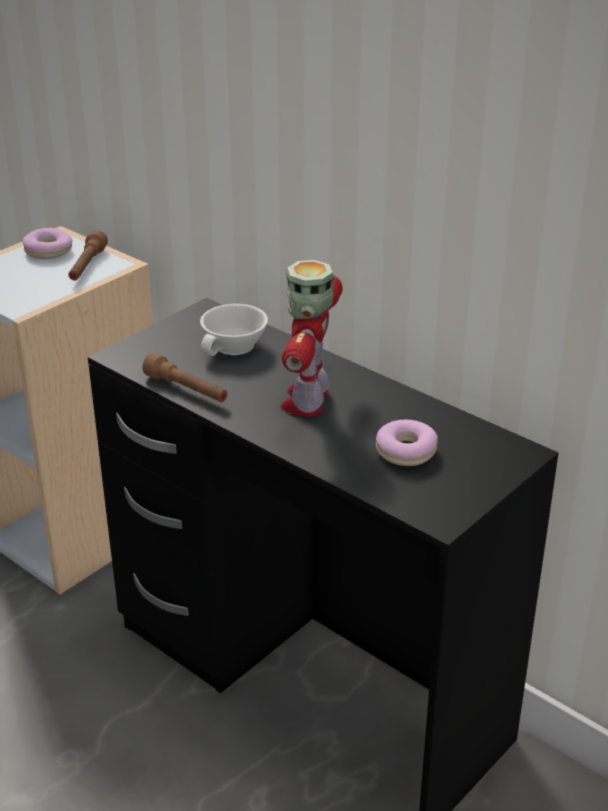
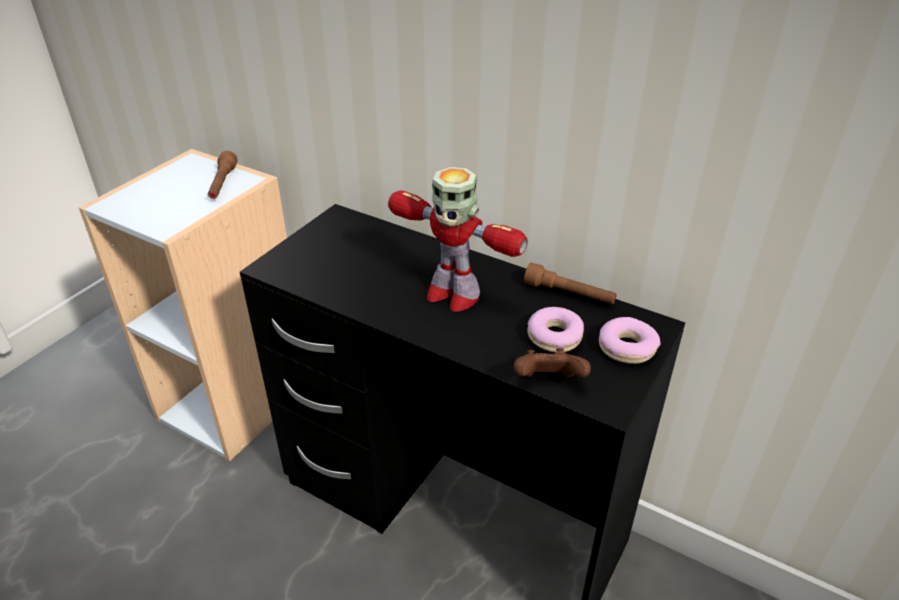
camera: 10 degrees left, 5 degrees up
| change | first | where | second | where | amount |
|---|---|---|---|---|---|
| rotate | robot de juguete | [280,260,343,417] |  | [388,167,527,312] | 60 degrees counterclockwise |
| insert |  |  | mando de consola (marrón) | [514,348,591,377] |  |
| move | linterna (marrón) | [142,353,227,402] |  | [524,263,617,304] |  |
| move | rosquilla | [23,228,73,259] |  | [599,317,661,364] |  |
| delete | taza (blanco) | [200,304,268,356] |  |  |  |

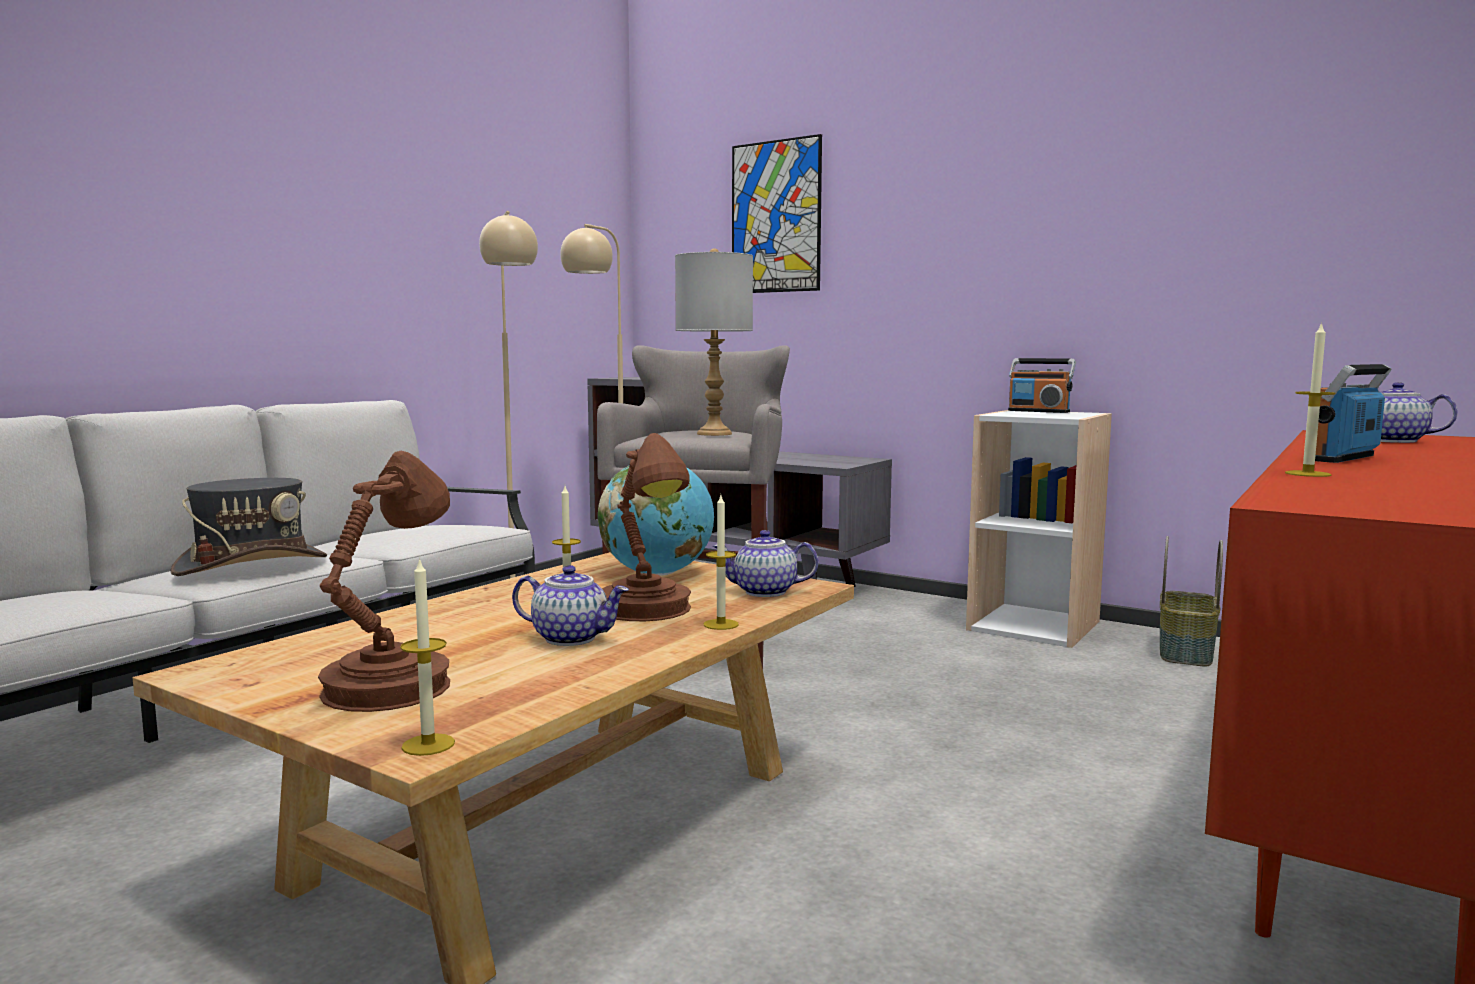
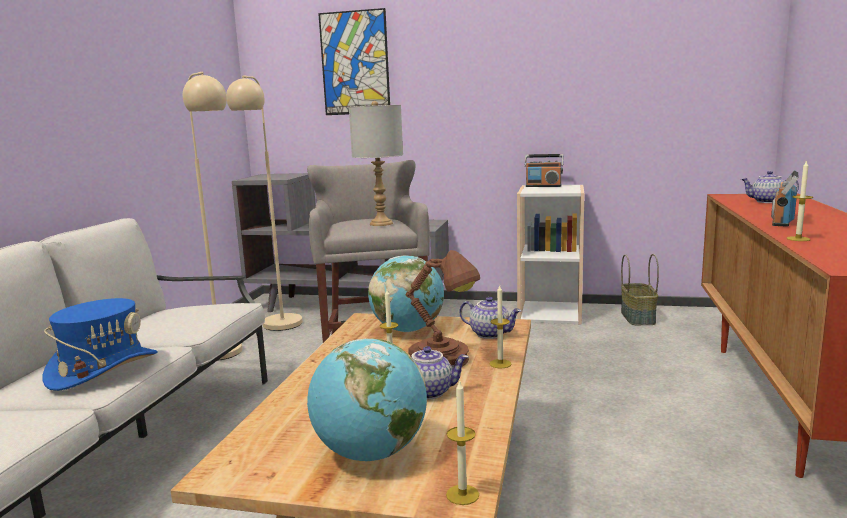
camera: 20 degrees left, 5 degrees up
| change | first | where | second | where | amount |
|---|---|---|---|---|---|
| recolor | sombrero (gris) | [170,478,327,576] | sombrero (azul) | [42,298,157,391] |  |
| replace | lámpara de mesa (marrón) | [318,451,450,712] | globo terráqueo | [307,338,427,461] |  |
| rotate | tetera | [713,530,819,597] |  | [459,297,521,339] | 135 degrees counterclockwise |

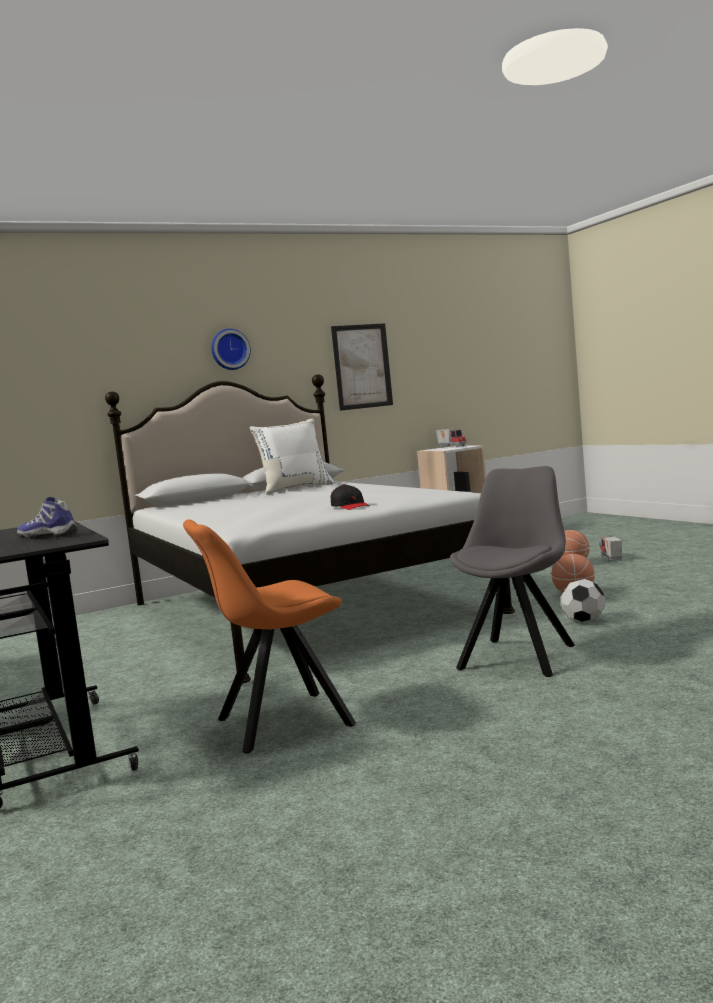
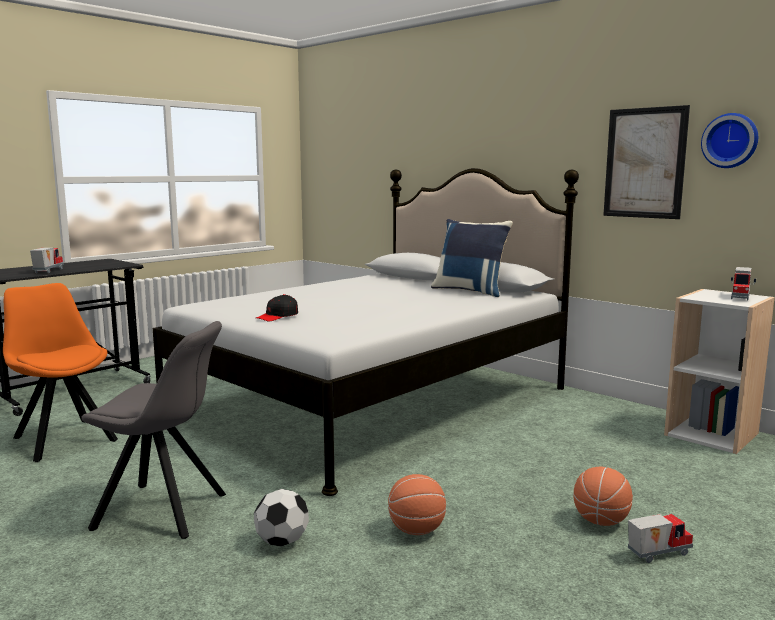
camera: 70 degrees right, 5 degrees up
| change | first | where | second | where | amount |
|---|---|---|---|---|---|
| replace | zapato | [17,497,78,539] | camión de juguete | [30,248,64,273] |  |
| recolor | cojín (blanco) | [250,419,334,495] | cojín (azul) | [431,219,513,297] |  |
| move | reloj de pared | [211,329,251,370] |  | [701,113,758,168] |  |

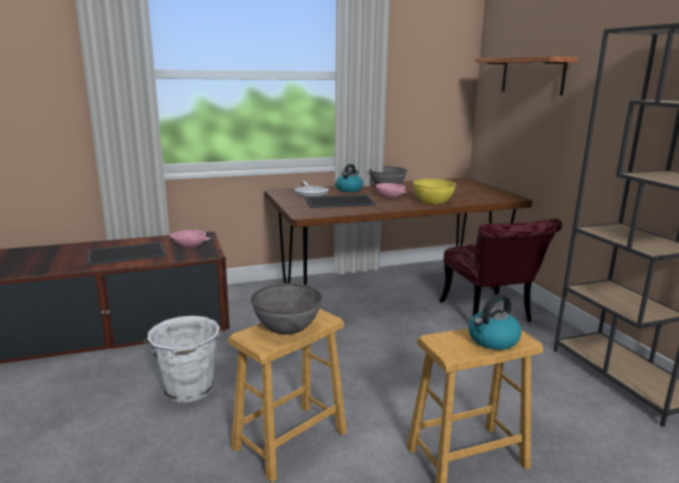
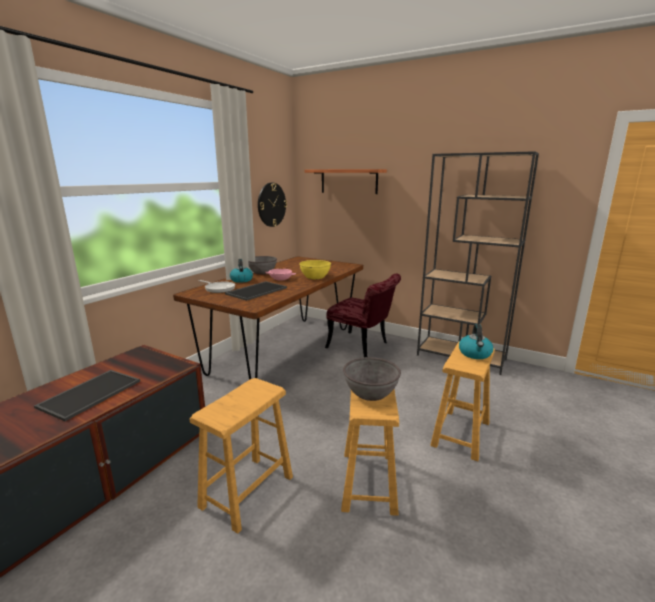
camera: 40 degrees left, 0 degrees up
| change | first | where | second | where | amount |
|---|---|---|---|---|---|
| replace | cubo (blanco) | [143,316,223,403] | taburete (marrón) | [190,378,293,534] |  |
| insert |  |  | reloj de pared | [258,183,287,227] |  |
| delete | cuenco (rosa) | [168,230,211,248] |  |  |  |

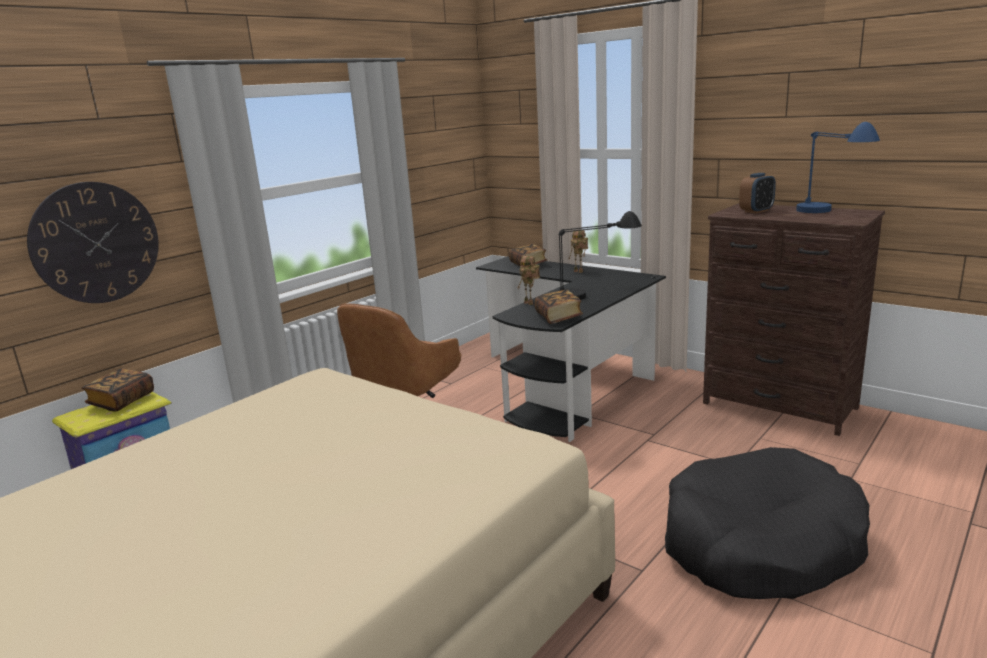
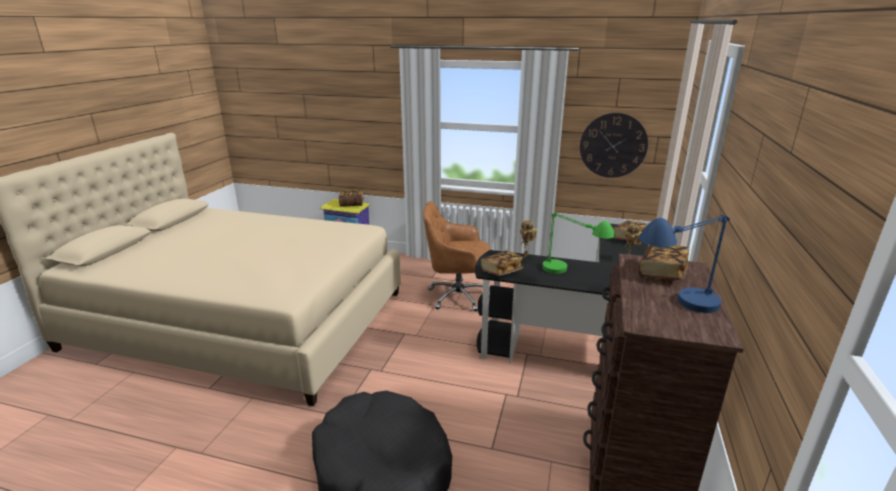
camera: 65 degrees right, 5 degrees up
| change | first | where | second | where | amount |
|---|---|---|---|---|---|
| recolor | lámpara de mesa (negro) | [558,211,642,300] | lámpara de mesa (verde) | [542,213,615,274] |  |
| move | reloj de pared | [27,182,159,303] |  | [580,113,648,178] |  |
| replace | despertador | [739,173,776,214] | libro | [638,245,689,280] |  |

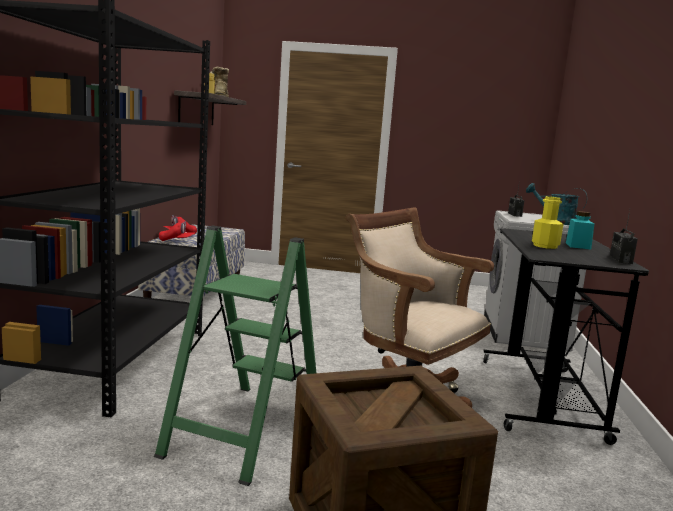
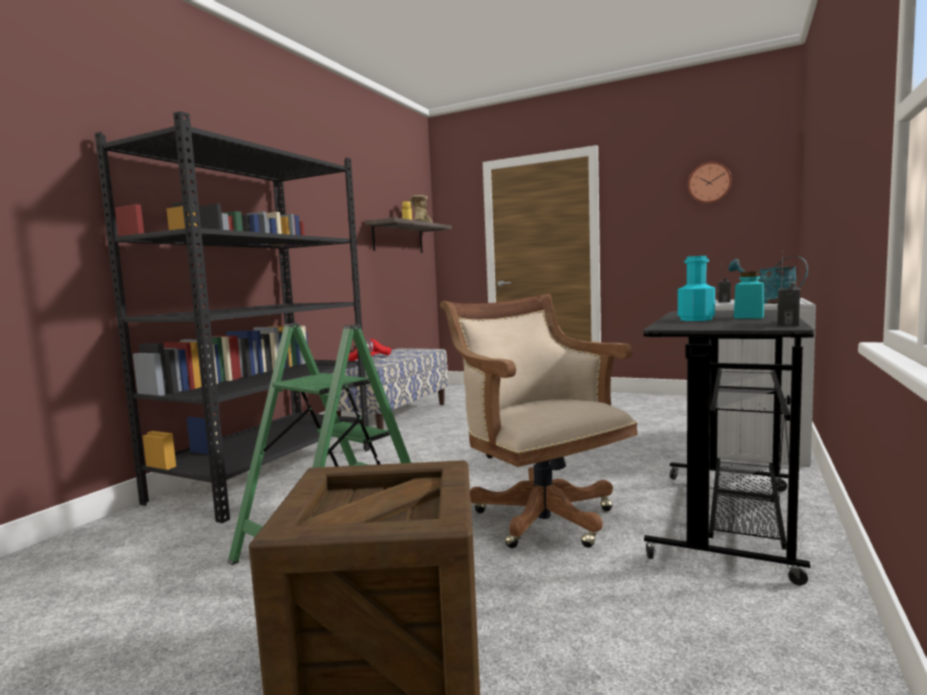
camera: 20 degrees right, 5 degrees down
| change | first | where | second | where | amount |
|---|---|---|---|---|---|
| recolor | botella (amarillo) | [532,196,563,249] | botella (turquesa) | [678,256,715,321] |  |
| insert |  |  | reloj de pared | [688,162,732,204] |  |

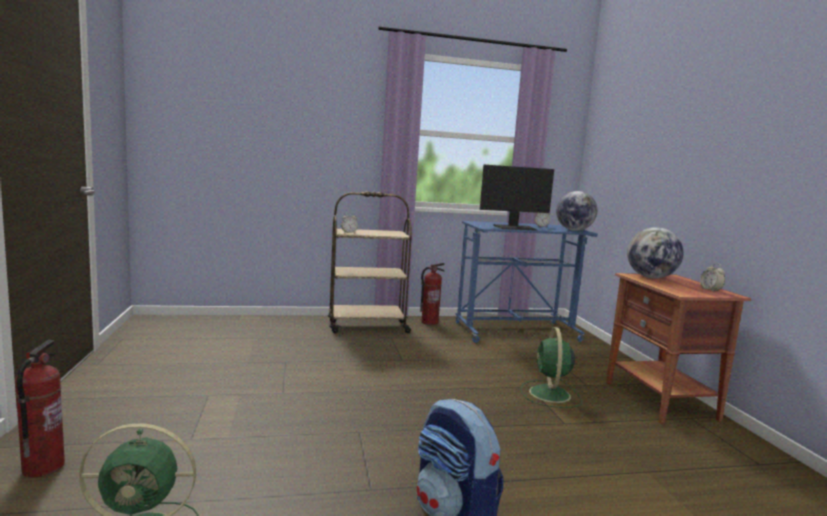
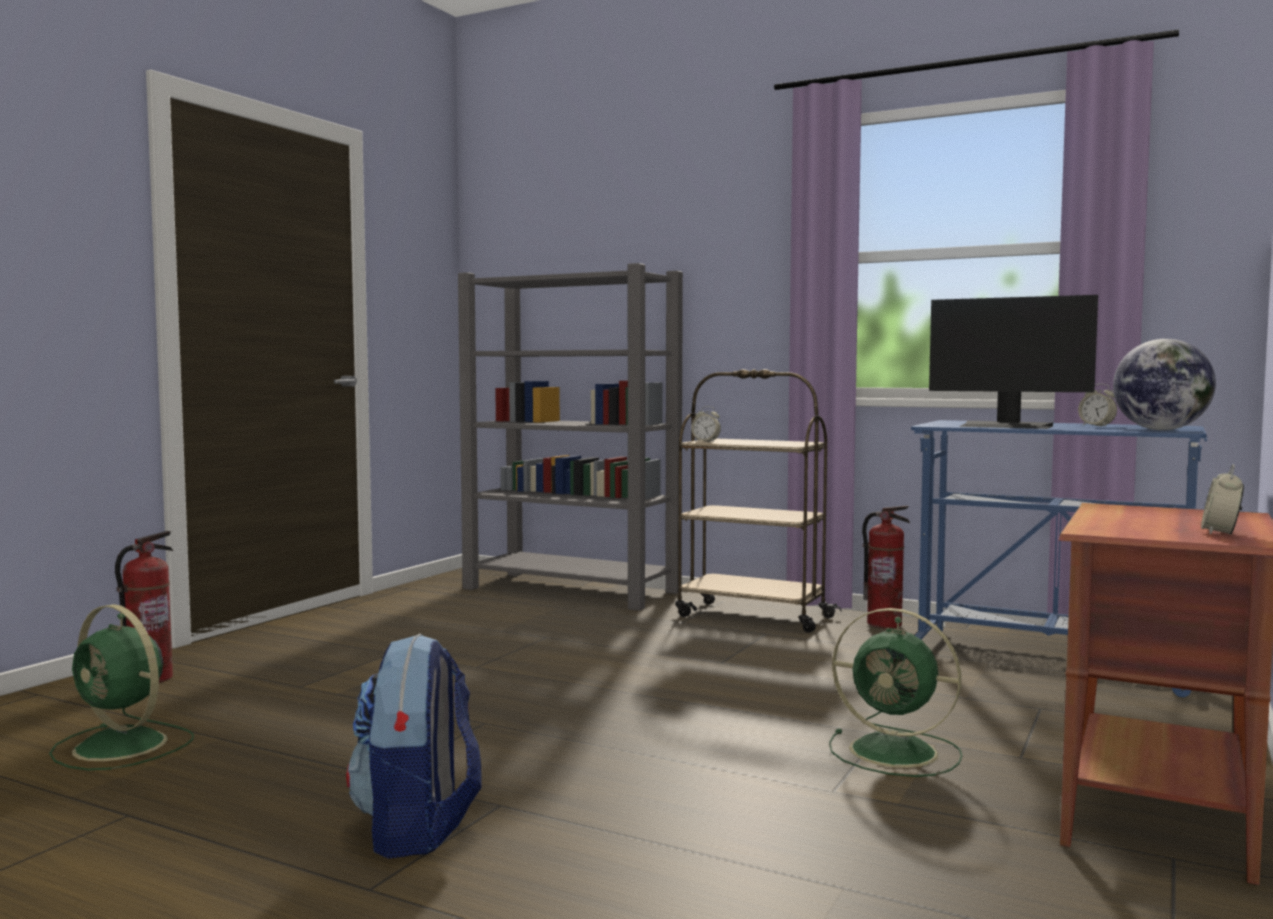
camera: 40 degrees right, 5 degrees down
| change | first | where | second | where | amount |
|---|---|---|---|---|---|
| insert |  |  | estantería (gris) | [458,263,683,611] |  |
| rotate | ventilador (verde) | [521,327,582,408] |  | [829,608,962,777] | 105 degrees counterclockwise |
| delete | globo terráqueo | [627,227,684,279] |  |  |  |

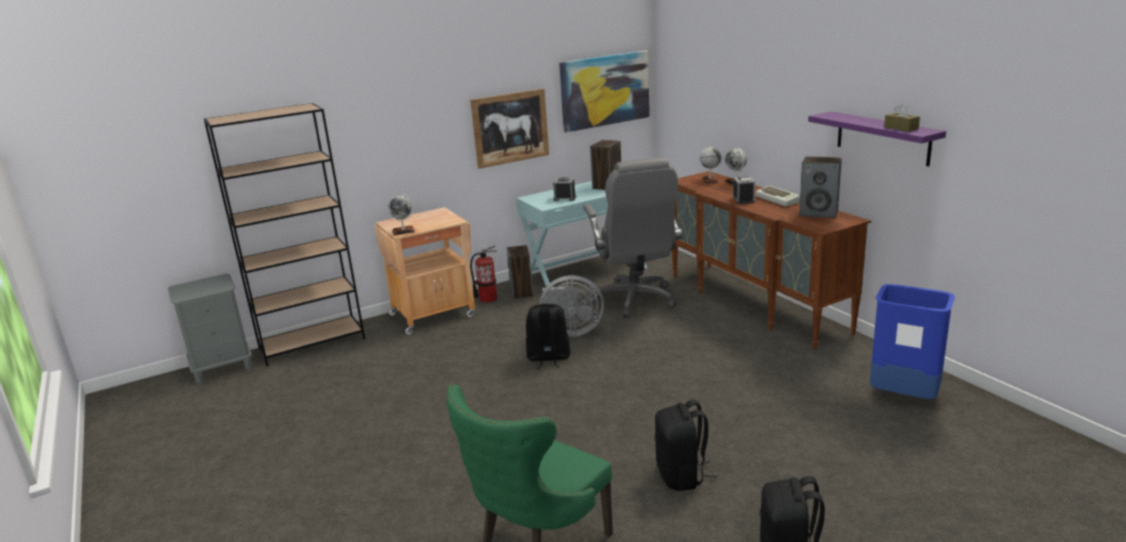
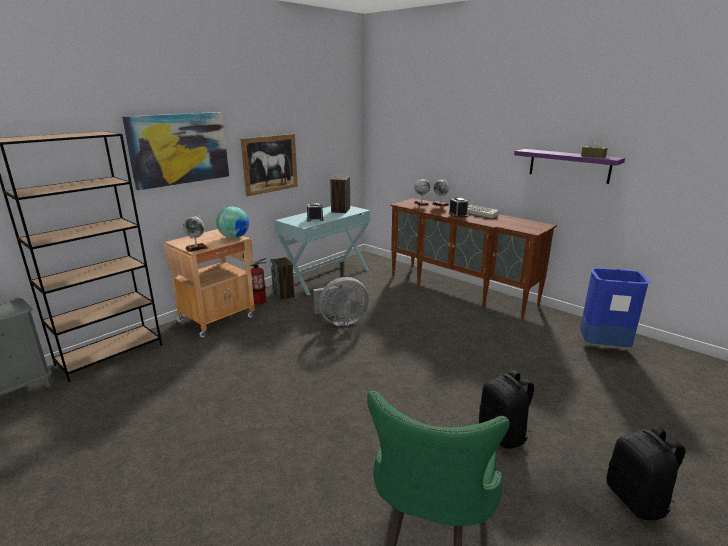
camera: 20 degrees left, 0 degrees up
| change | first | where | second | where | amount |
|---|---|---|---|---|---|
| move | cuadro | [559,50,650,132] |  | [122,112,229,190] |  |
| insert |  |  | globo terráqueo | [216,207,249,238] |  |
| delete | mochila (negro) | [526,304,570,369] |  |  |  |
| delete | silla de oficina (gris) | [583,157,682,318] |  |  |  |
| delete | altavoz | [799,156,842,218] |  |  |  |

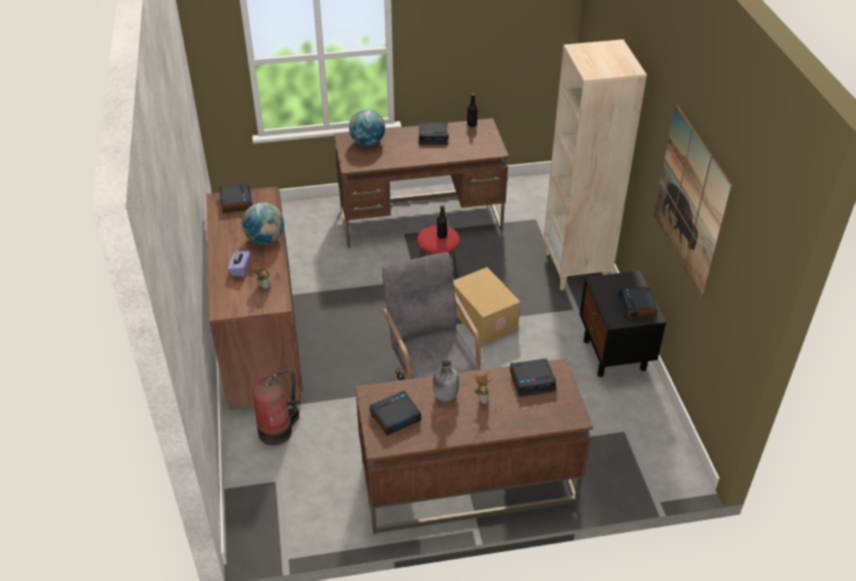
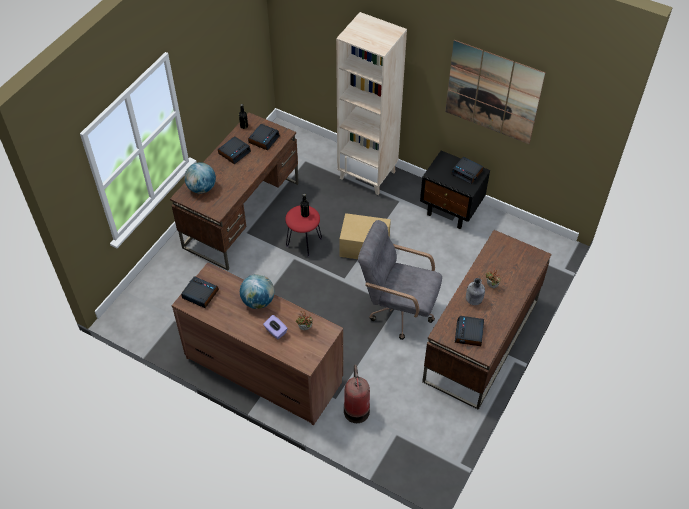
camera: 50 degrees left, 10 degrees up
| change | first | where | second | where | amount |
|---|---|---|---|---|---|
| move | despertador | [510,358,556,397] |  | [248,124,280,151] |  |

